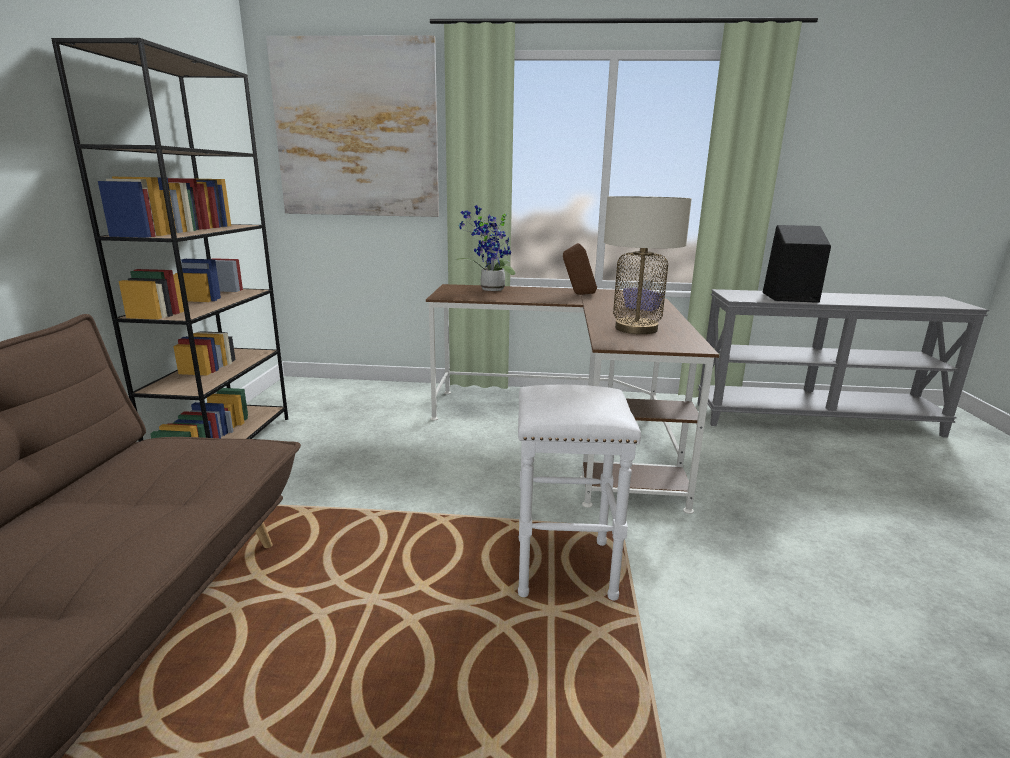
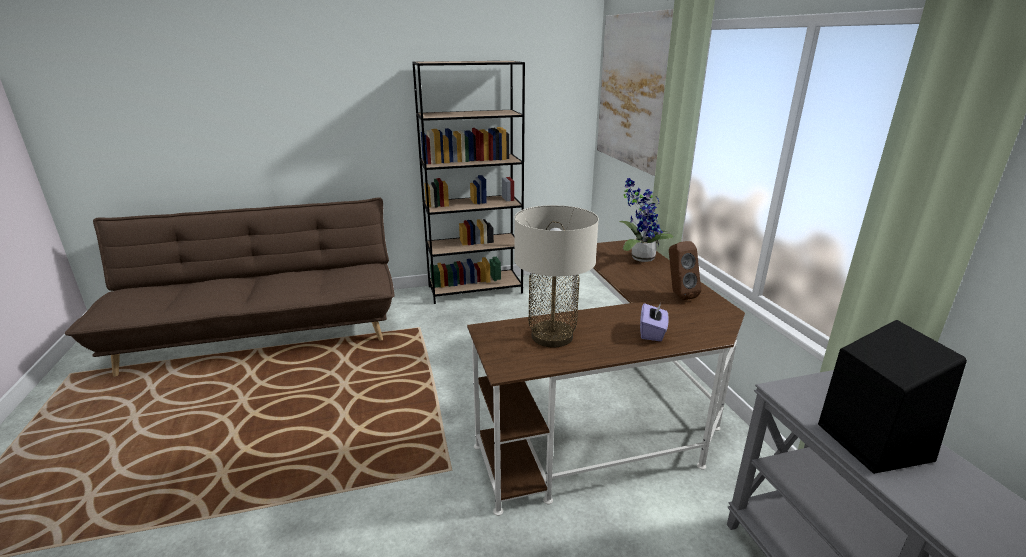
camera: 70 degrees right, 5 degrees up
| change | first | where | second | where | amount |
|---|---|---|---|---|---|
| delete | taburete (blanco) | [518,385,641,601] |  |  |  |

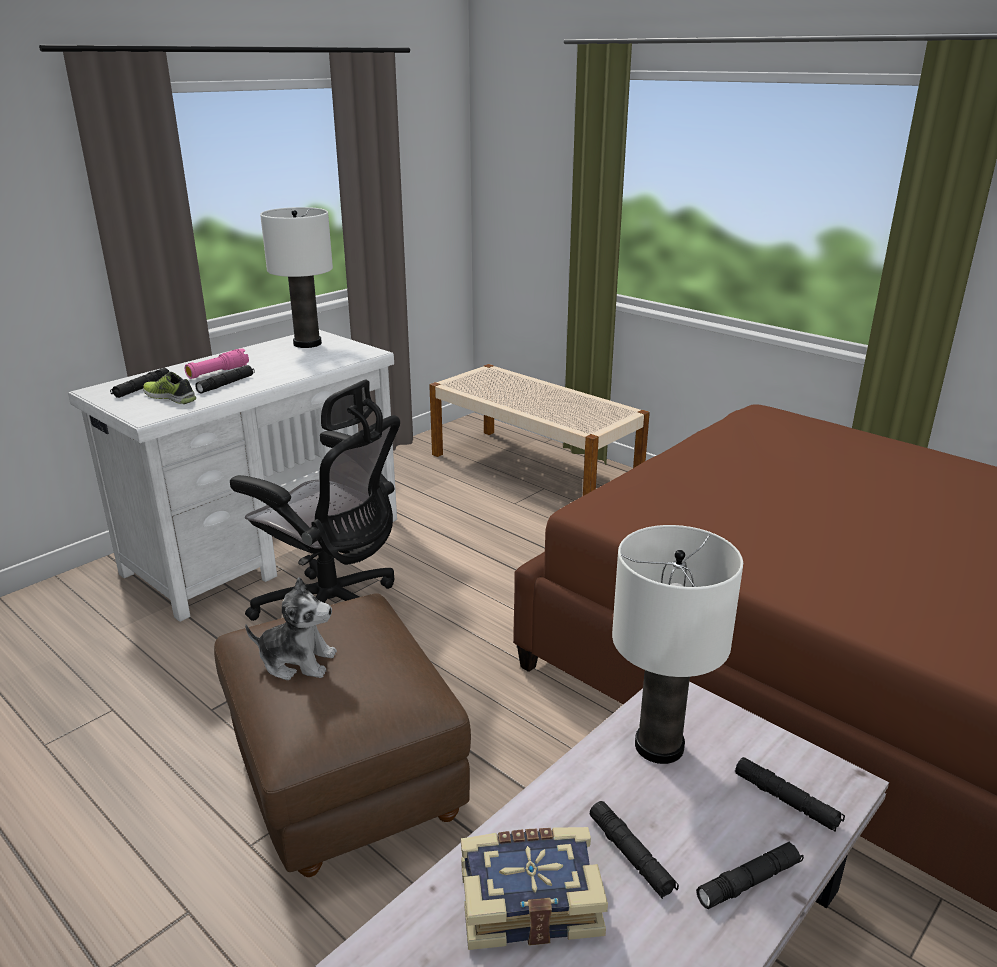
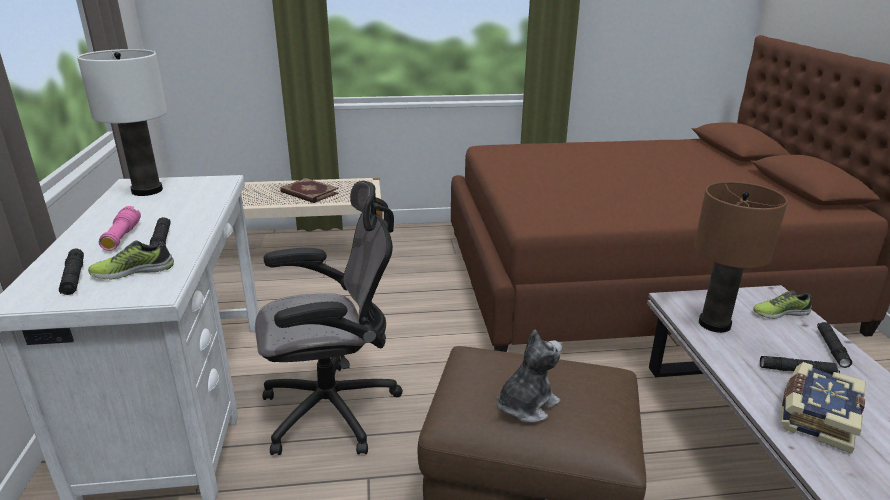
camera: 50 degrees left, 0 degrees up
| change | first | where | second | where | amount |
|---|---|---|---|---|---|
| insert |  |  | libro | [280,178,339,203] |  |
| recolor | lámpara de mesa (blanco) | [612,525,743,764] | lámpara de mesa (marrón) | [694,182,788,333] |  |
| replace | linterna (negro) | [735,757,845,832] | zapato | [753,291,812,319] |  |

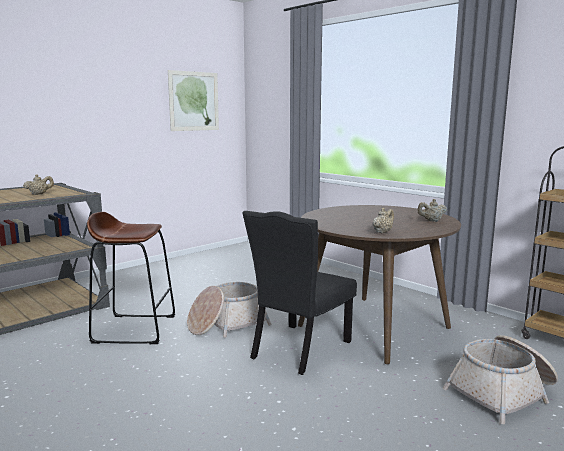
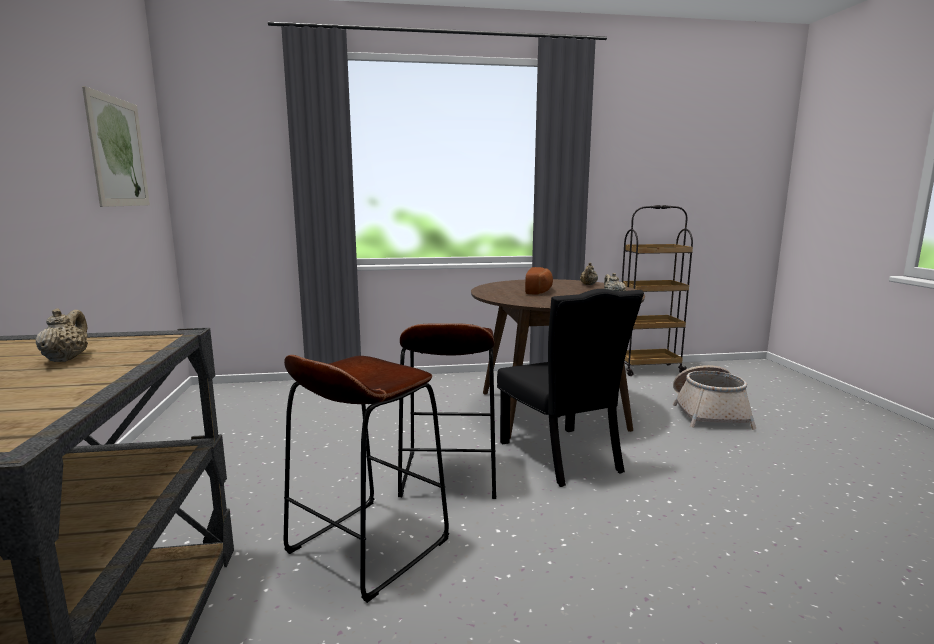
camera: 55 degrees left, 0 degrees up
| change | first | where | second | where | amount |
|---|---|---|---|---|---|
| replace | cesta | [187,282,272,337] | taburete (marrón) | [398,323,496,499] |  |
| insert |  |  | pan | [525,267,553,294] |  |

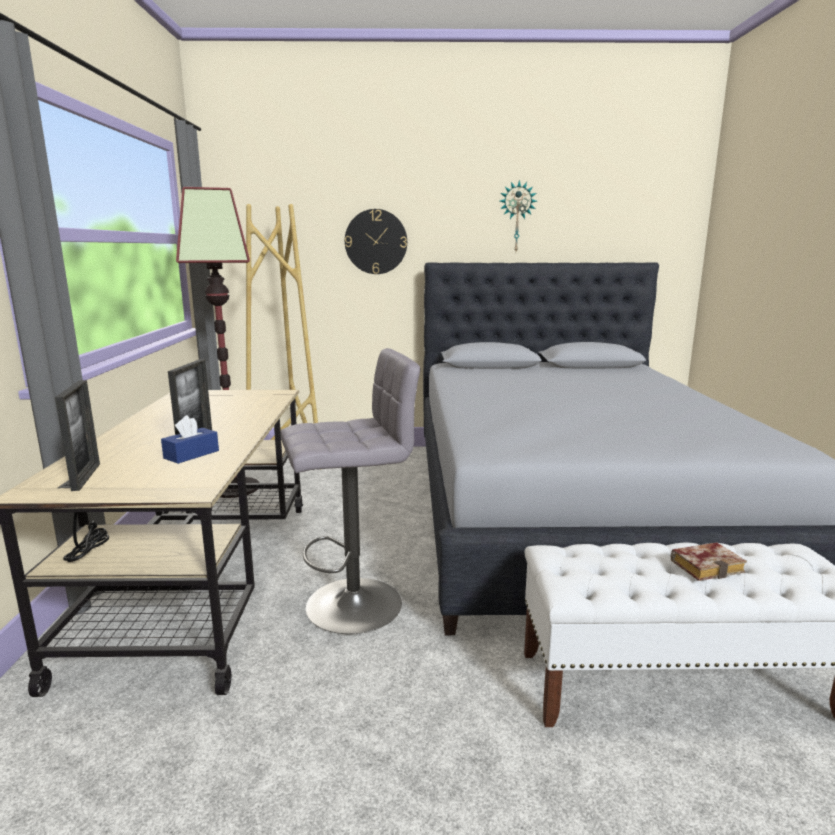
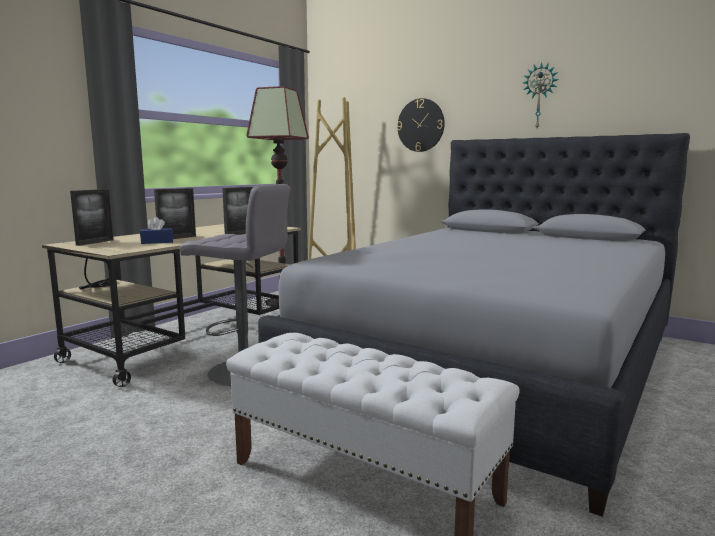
camera: 35 degrees right, 5 degrees down
| change | first | where | second | where | amount |
|---|---|---|---|---|---|
| insert |  |  | portarretratos | [222,187,253,235] |  |
| delete | libro | [671,542,747,581] |  |  |  |

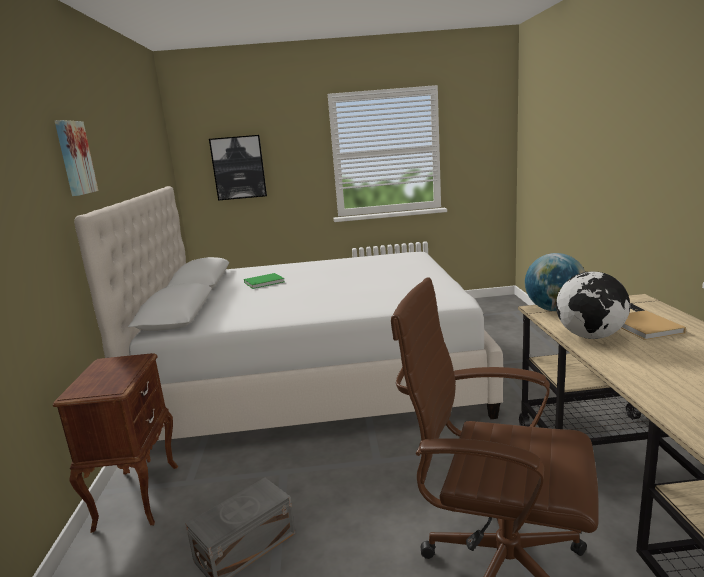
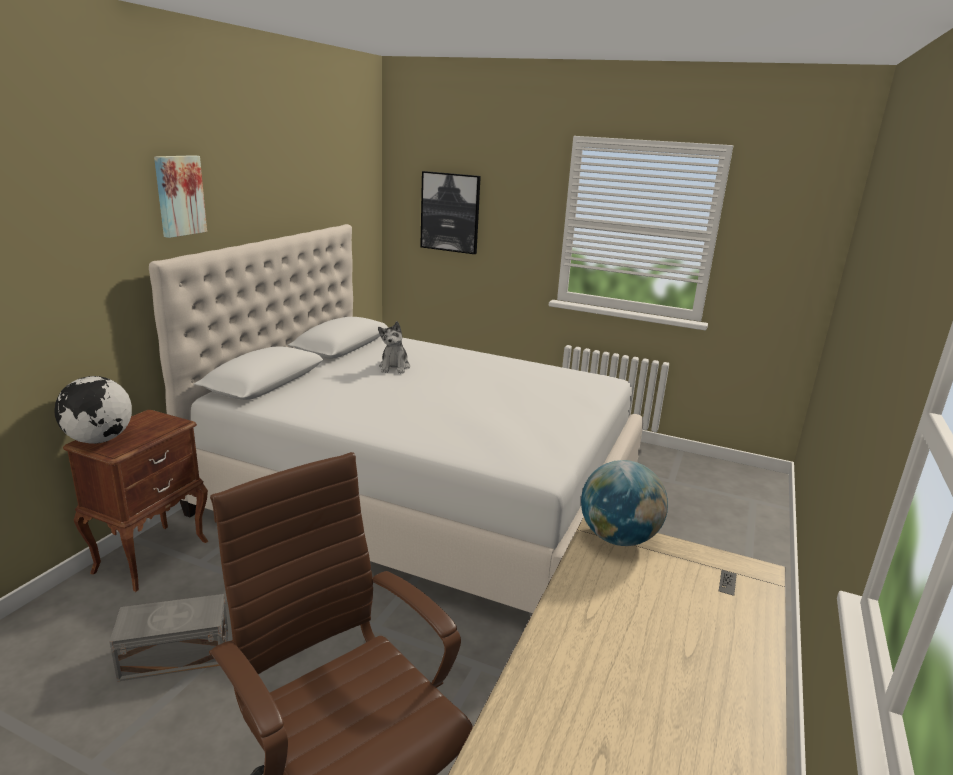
camera: 25 degrees right, 5 degrees up
| change | first | where | second | where | amount |
|---|---|---|---|---|---|
| move | globo terráqueo | [556,271,630,339] |  | [54,376,132,444] |  |
| replace | libro (verde) | [244,273,284,289] | peluche | [378,321,410,374] |  |
| delete | libro (beis) | [621,310,686,340] |  |  |  |

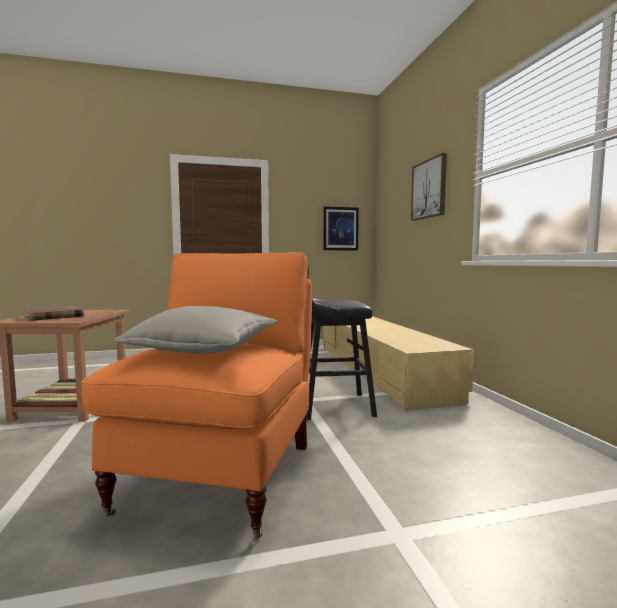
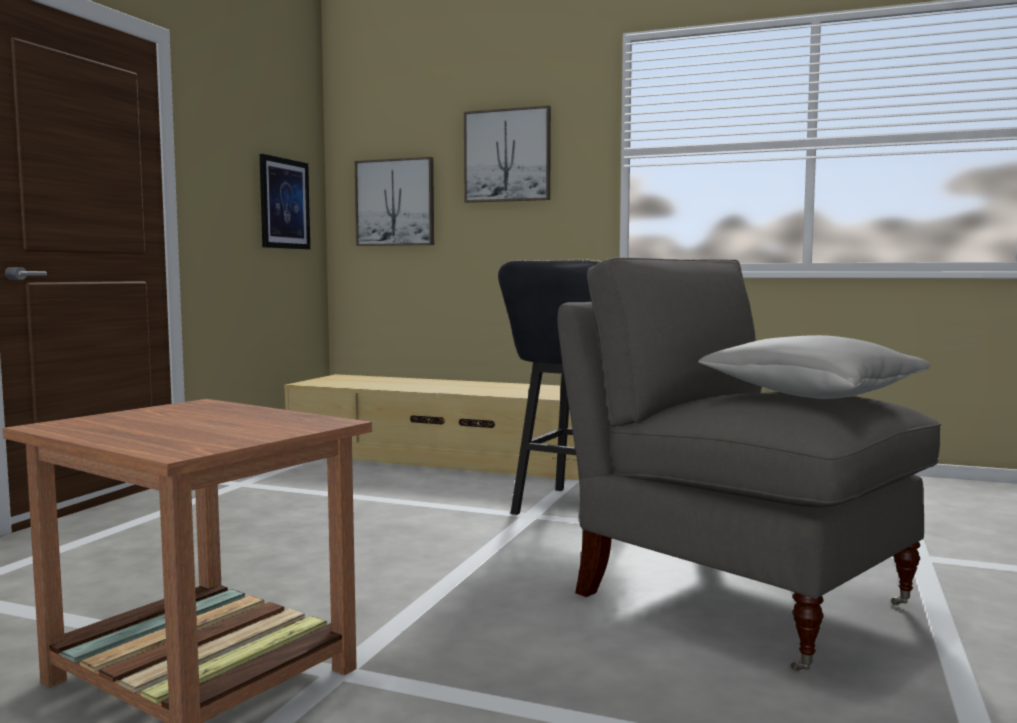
camera: 55 degrees left, 0 degrees up
| change | first | where | second | where | amount |
|---|---|---|---|---|---|
| insert |  |  | cuadro | [355,157,434,246] |  |
| recolor | sillón (naranja) | [81,252,312,539] | sillón (gris) | [558,258,941,672] |  |
| delete | libro (marrón) | [24,306,84,321] |  |  |  |

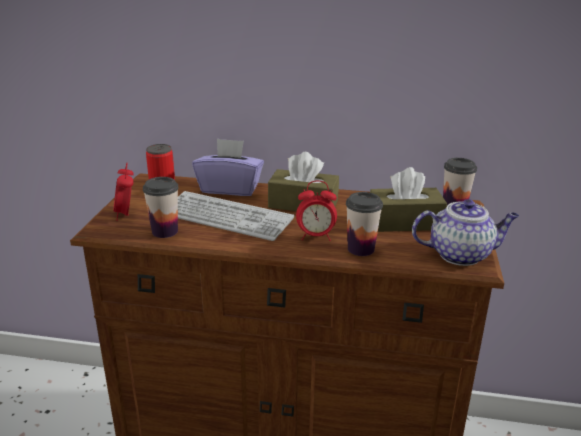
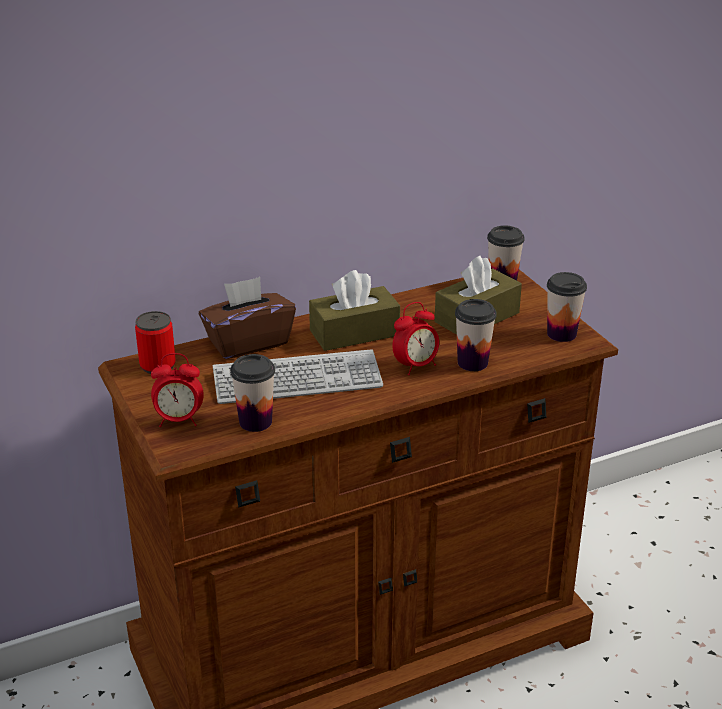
camera: 35 degrees left, 5 degrees up
| change | first | where | second | where | amount |
|---|---|---|---|---|---|
| rotate | despertador | [113,163,134,221] |  | [151,353,204,427] | 45 degrees counterclockwise |
| recolor | caja de pañuelos (morado) | [192,139,264,196] | caja de pañuelos (marrón) | [199,277,296,359] |  |
| replace | tetera | [412,199,519,266] | taza | [547,272,587,342] |  |

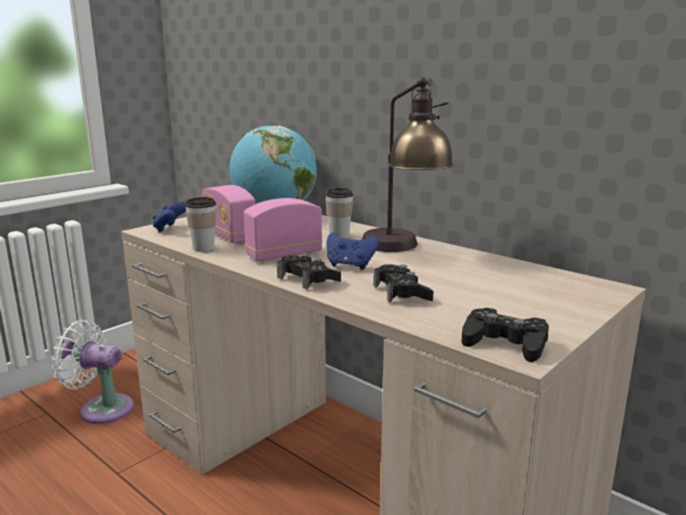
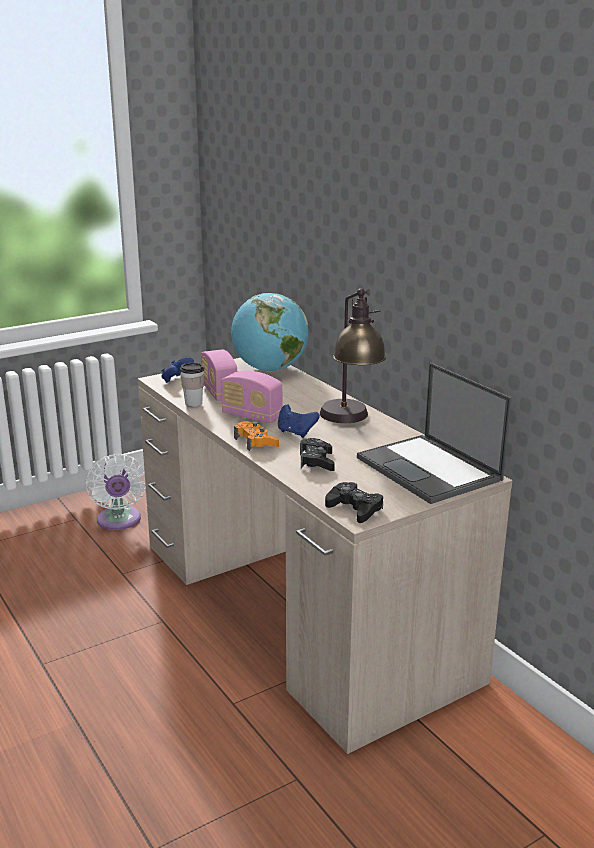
camera: 15 degrees right, 5 degrees up
| change | first | where | second | where | amount |
|---|---|---|---|---|---|
| rotate | ventilador (blanco) | [52,320,134,424] |  | [85,454,146,530] | 135 degrees counterclockwise |
| rotate | radio | [244,198,323,261] |  | [221,370,282,423] | 135 degrees counterclockwise |
| recolor | mando de consola (negro) | [277,253,341,290] | mando de consola (naranja) | [234,421,279,451] |  |
| insert |  |  | portátil | [357,362,512,504] |  |
| delete | taza | [325,188,353,239] |  |  |  |

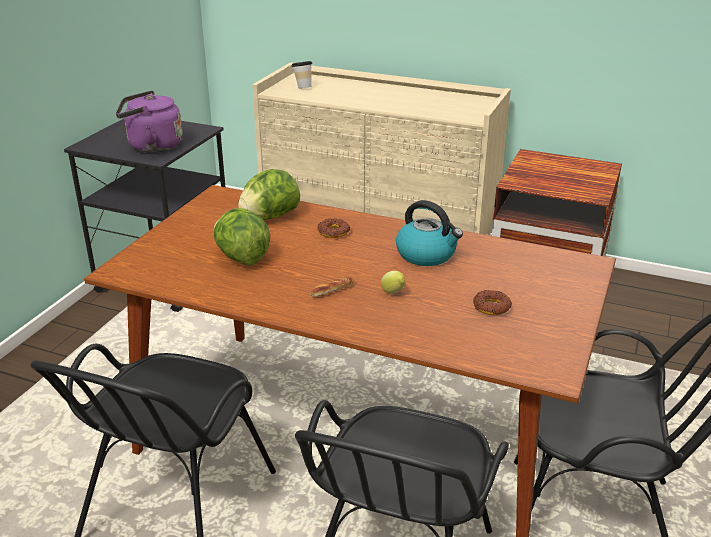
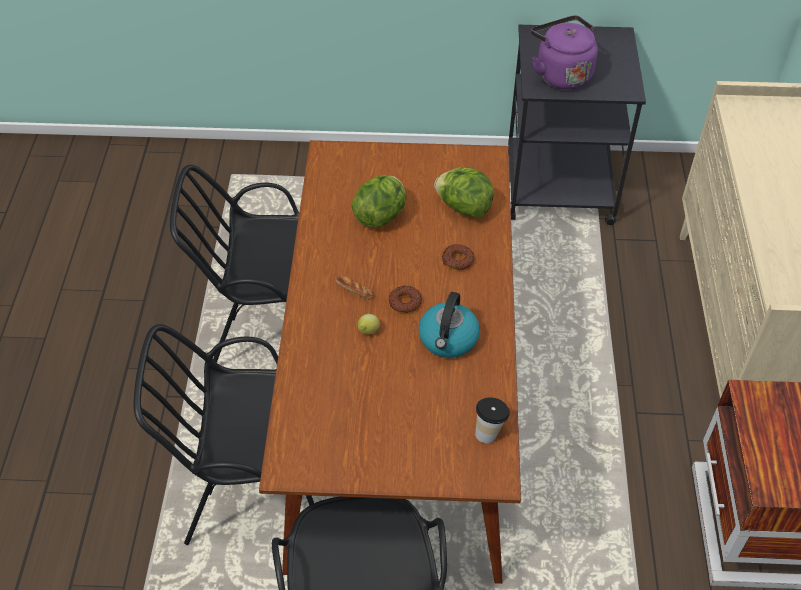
camera: 70 degrees right, 20 degrees up
| change | first | where | second | where | amount |
|---|---|---|---|---|---|
| move | rosquilla | [473,290,512,315] |  | [389,286,422,313] |  |
| move | taza | [291,61,312,88] |  | [475,397,510,443] |  |

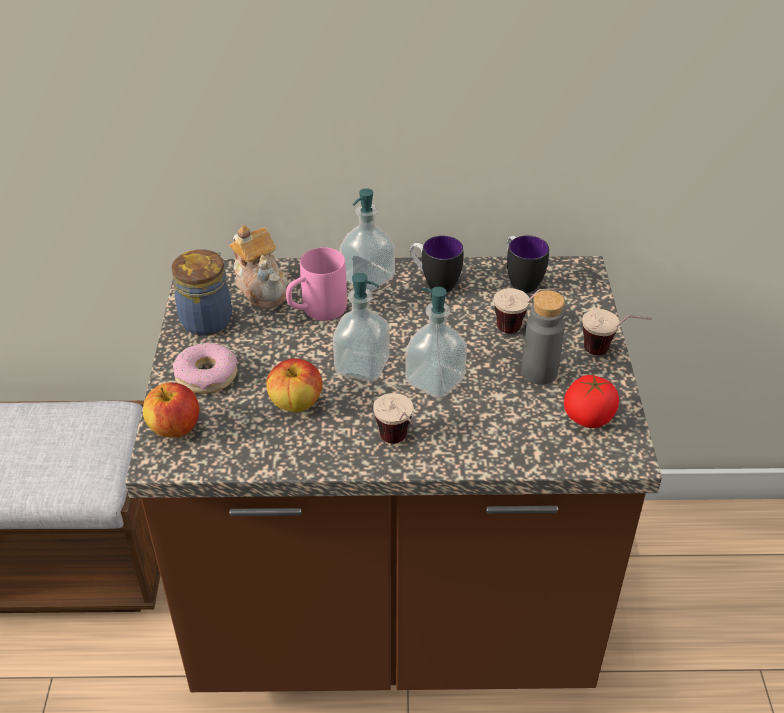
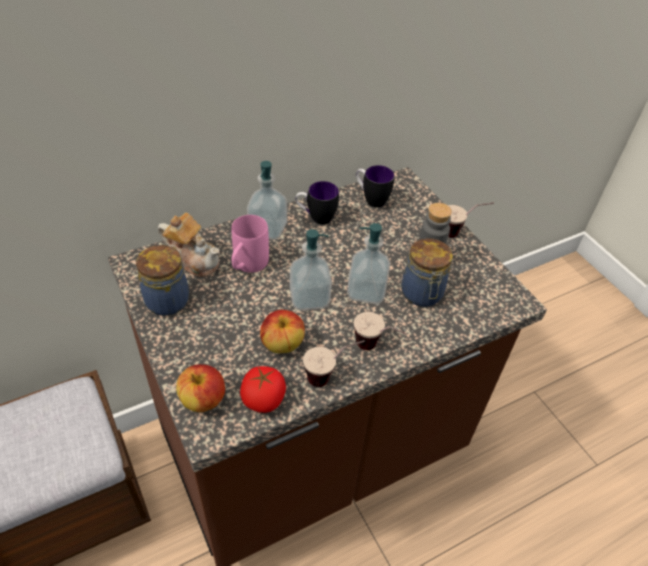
camera: 30 degrees left, 5 degrees up
| change | first | where | second | where | amount |
|---|---|---|---|---|---|
| move | tomate | [564,374,619,428] |  | [240,366,286,413] |  |
| move | taza | [494,288,562,333] |  | [303,340,365,387] |  |
| insert |  |  | tarro | [401,238,453,307] |  |
| delete | rosquilla | [173,342,237,394] |  |  |  |

